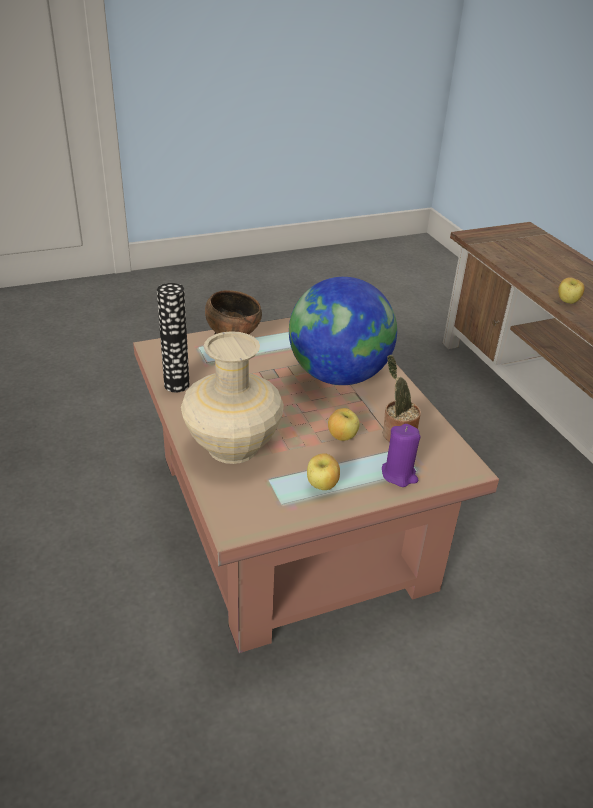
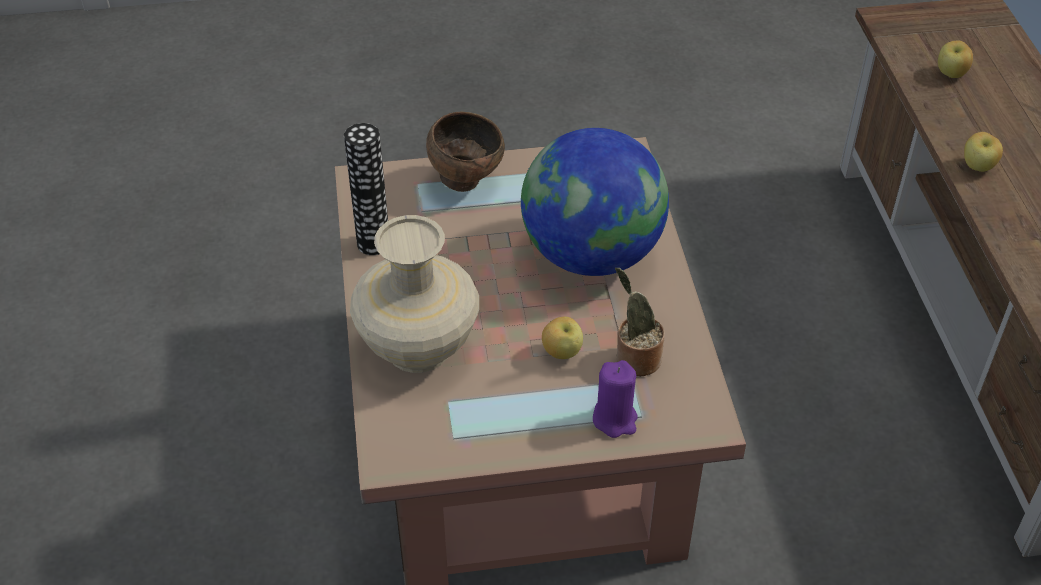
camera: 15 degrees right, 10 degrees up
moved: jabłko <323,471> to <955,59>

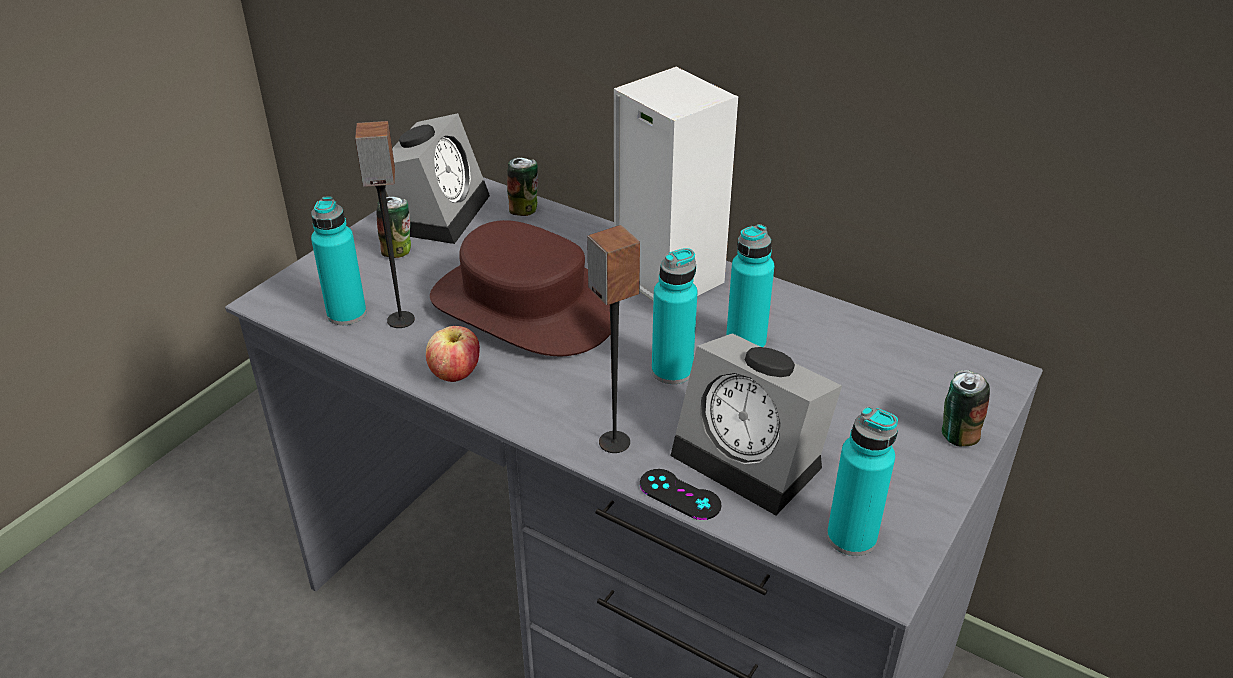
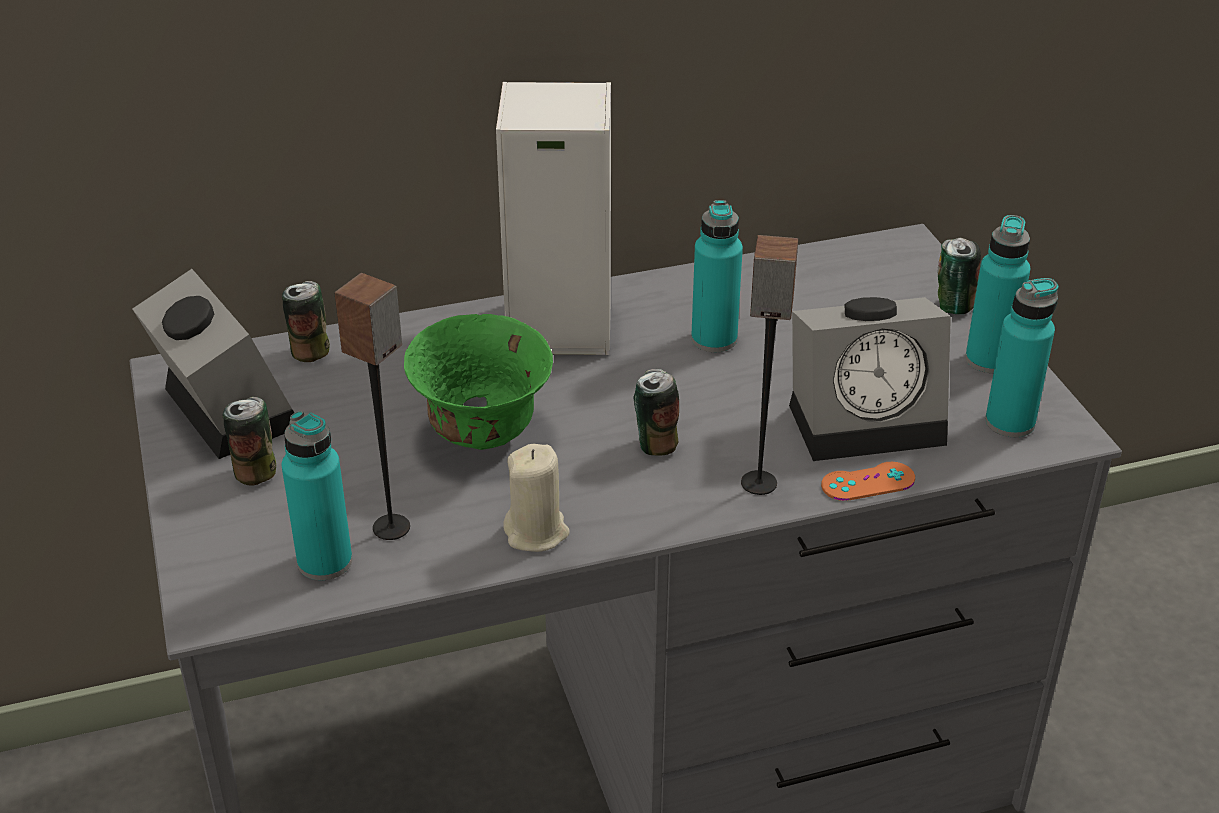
camera: 50 degrees left, 0 degrees up
added: puszka <656,412>
moved: butelka [turkusowy] <675,316> to <997,294>
replaced: jabłko <453,354> to świeca [beżowy] <537,498>; kapelusz [brązowy] <520,288> to miska [zielony] <478,382>
recoloured: pad do gier [czarny] <680,494> to pad do gier [pomarańczowy] <868,481>

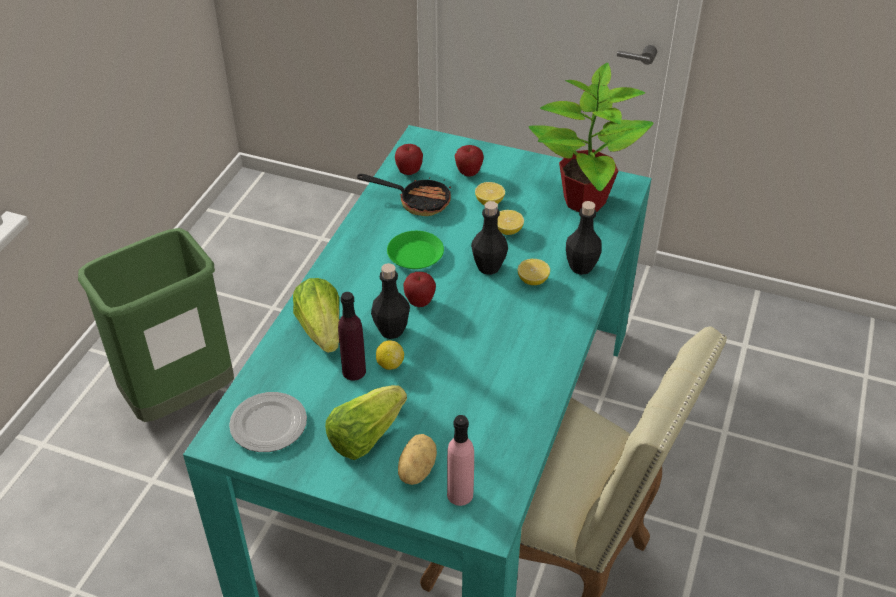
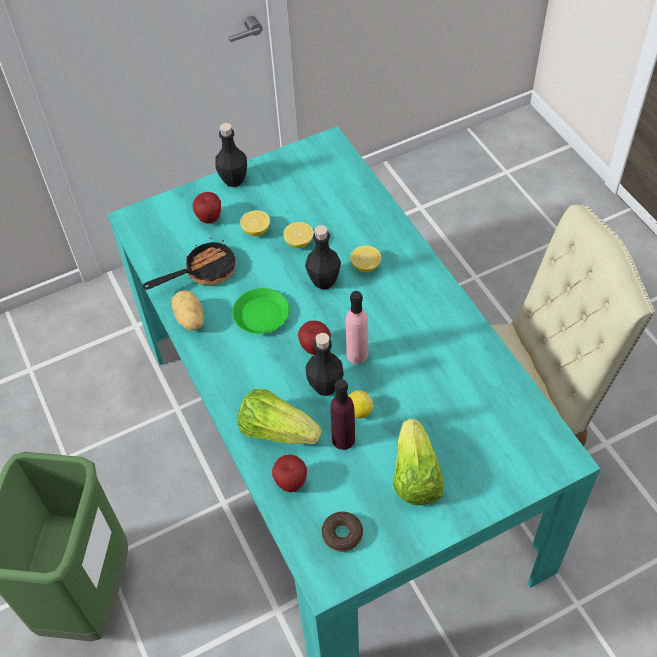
camera: 45 degrees left, 10 degrees up
removed: roślina doniczkowa <591,137>
moved: jabłko <409,159> to <289,473>; ziemniak <417,459> to <188,310>; butelka [różowy] <460,460> to <357,327>; butelka [czarny] <584,238> to <231,155>
replaced: talerz <268,422> to donut <342,532>

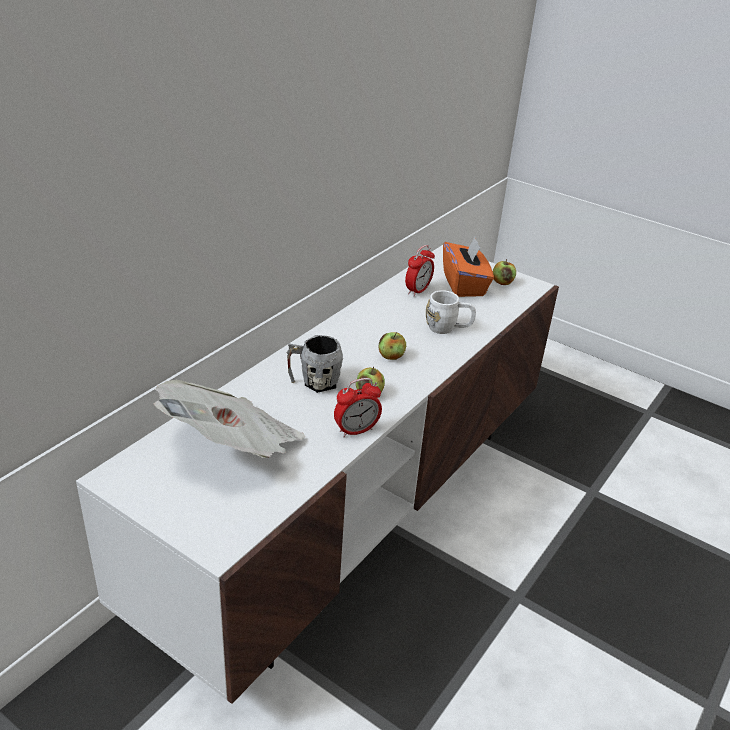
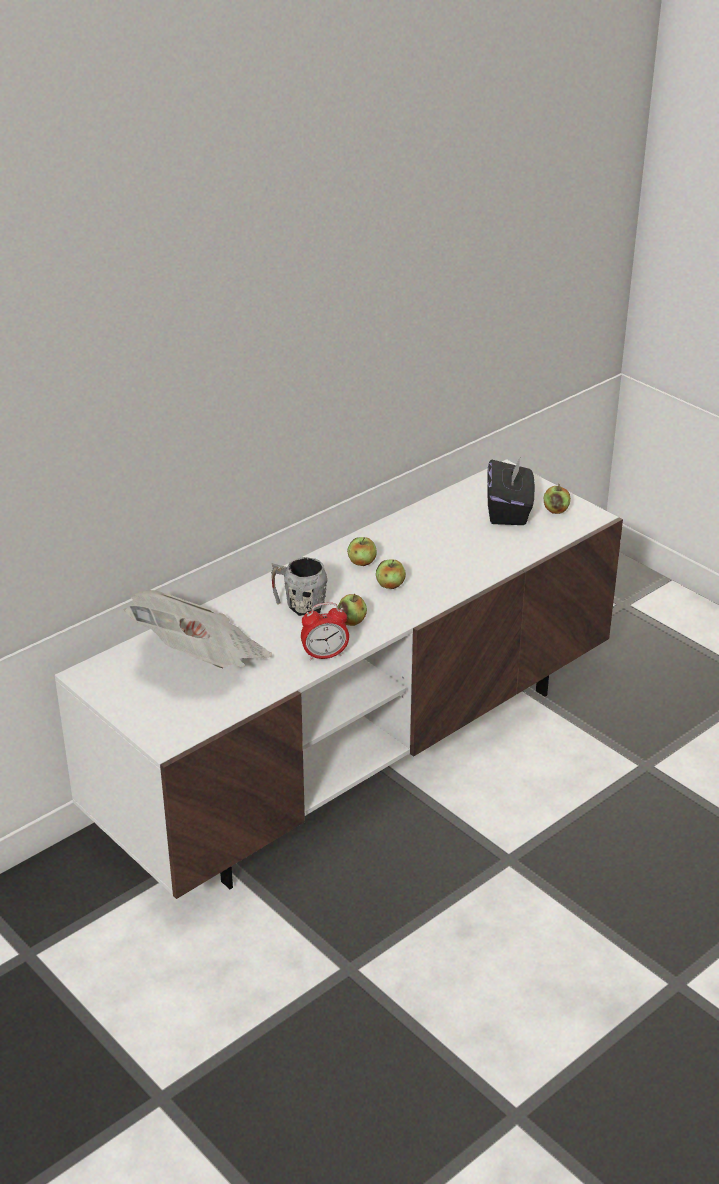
camera: 15 degrees right, 0 degrees up
removed: budzik <420,271>; kubek [biały] <451,312>
added: jabłko <362,551>
recoloured: pudełko chusteczek [pomarańczowy] <468,267> to pudełko chusteczek [czarny] <511,490>

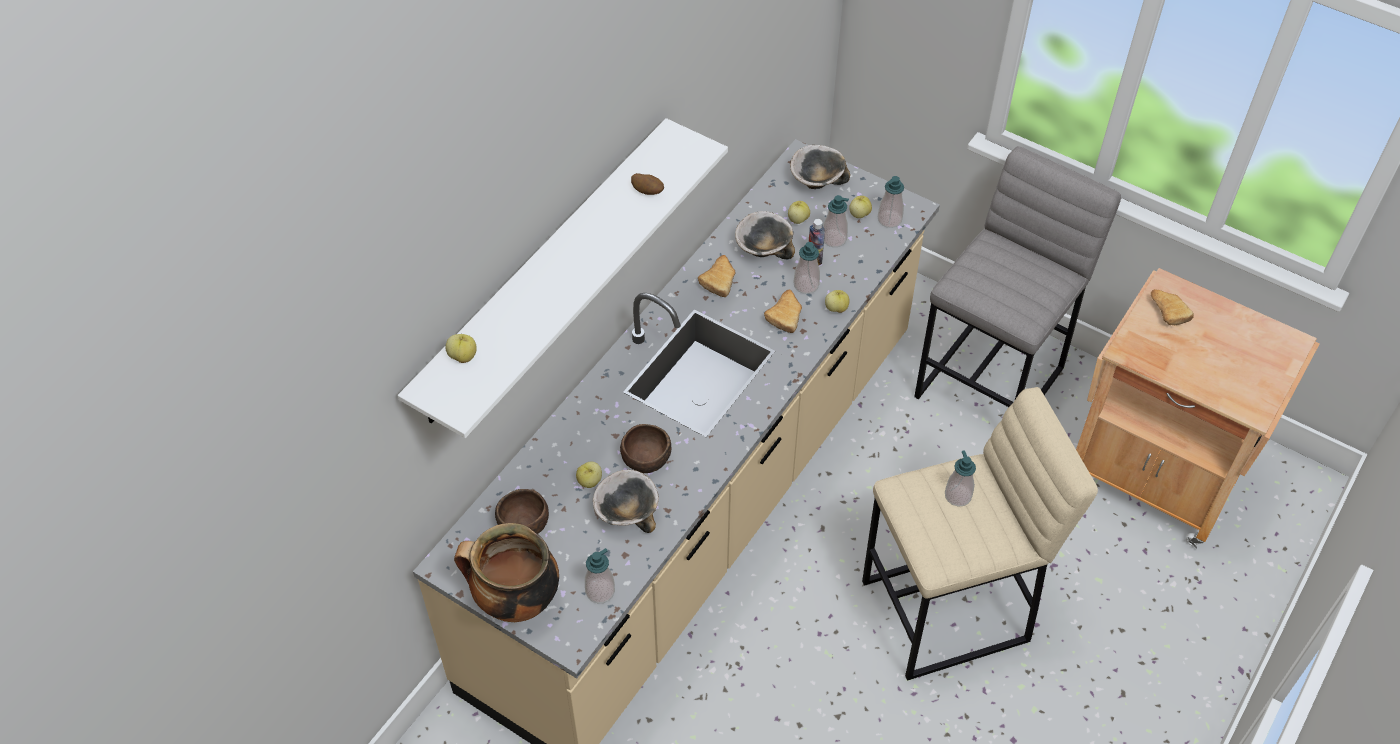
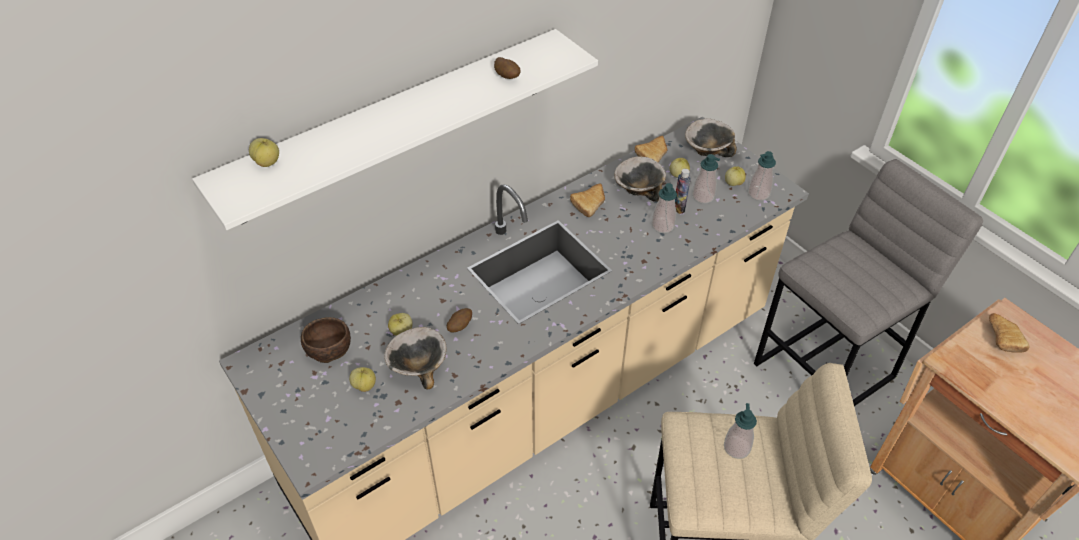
camera: 20 degrees right, 5 degrees down
removed: garnek <506,572>; dozownik mydła <600,575>
moved: chleb <783,311> to <651,149>; jabłko <837,301> to <362,379>
replaced: miska [brązowy] <645,448> to ziemniak <459,320>

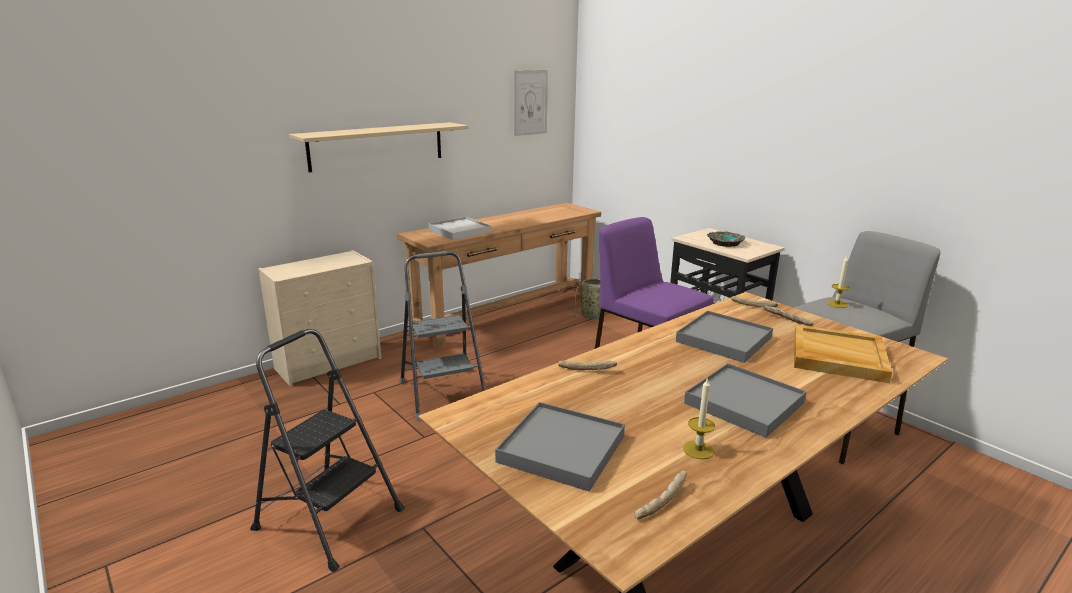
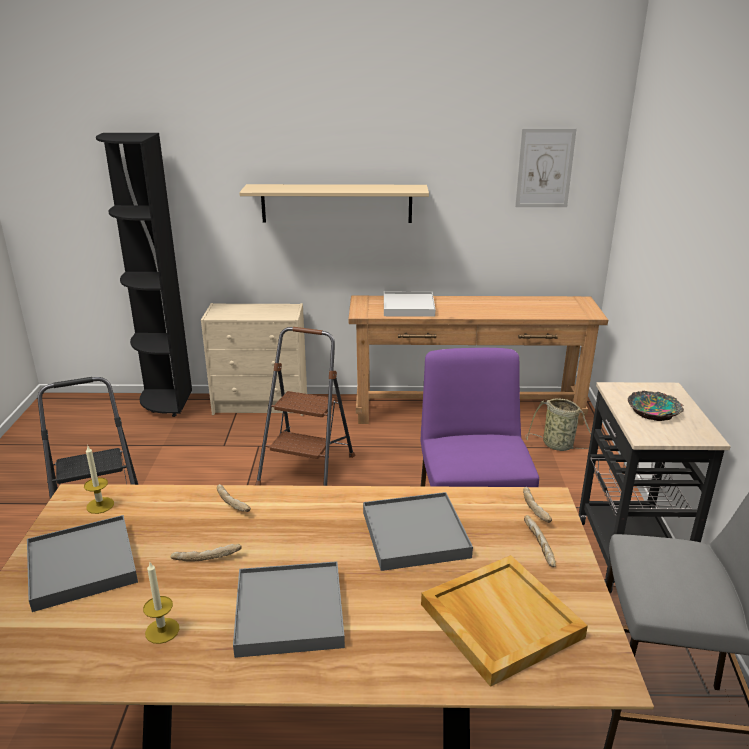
camera: 40 degrees right, 5 degrees up
added: regał [czarny] <144,275>
moved: chleb <660,494> to <206,552>; świeca <838,282> to <99,480>
recoloured: drabinka [szary] <442,336> to drabinka [brązowy] <305,406>

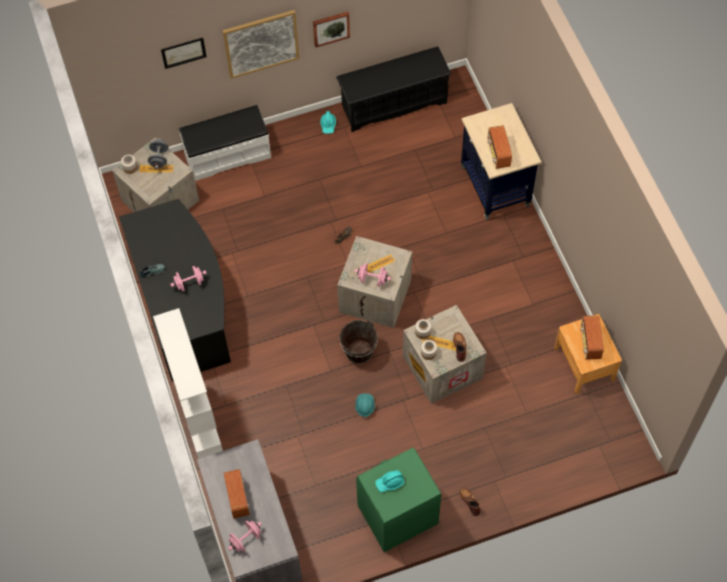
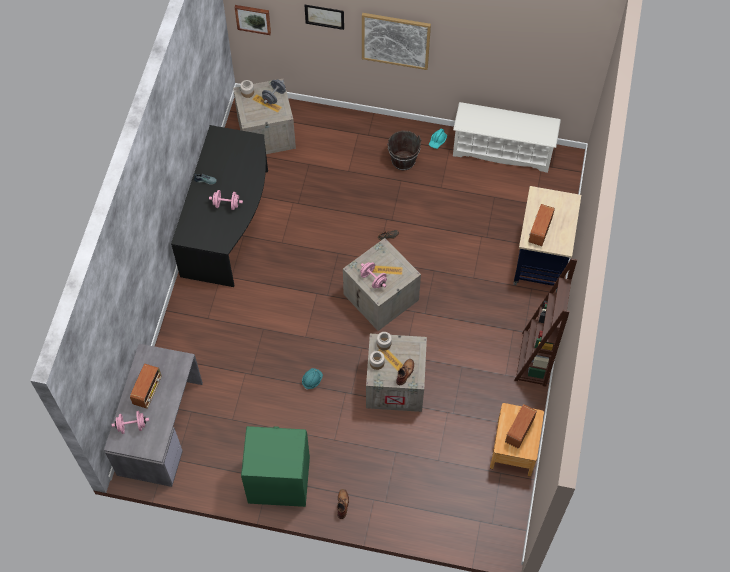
camera: 30 degrees right, 0 degrees up
removed: regał [biały] <188,383>; ławka [biały] <225,143>; kask [turkusowy] <389,481>
added: regał [brązowy] <545,322>
moved: obraz <331,29> to <253,20>; wiadro [brązowy] <358,341> to <404,151>
recoloured: regał na buty [czarny] <393,89> to regał na buty [biały] <507,137>

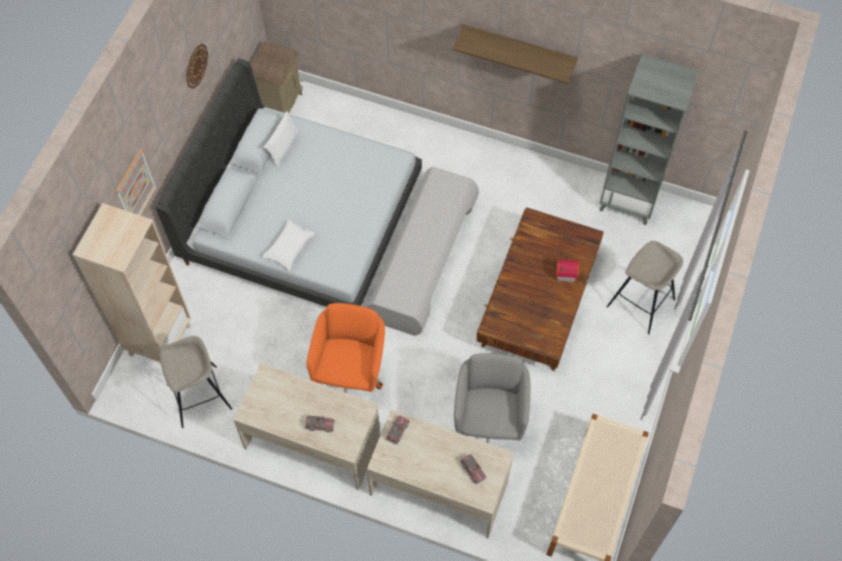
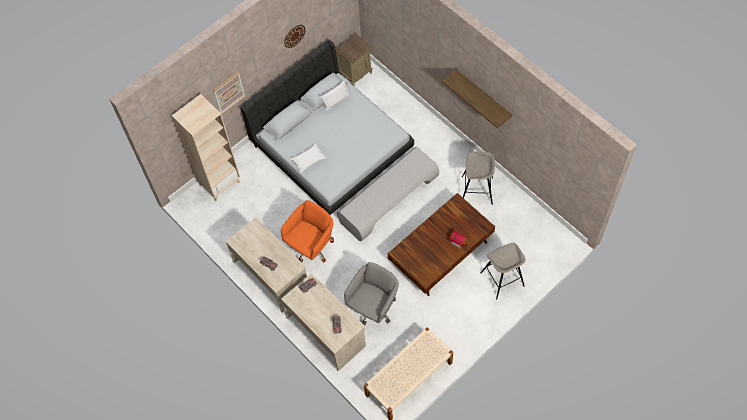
camera: 30 degrees right, 0 degrees up
removed: regał [szary] <649,139>
moved: stołek [szary] <196,382> to <478,178>

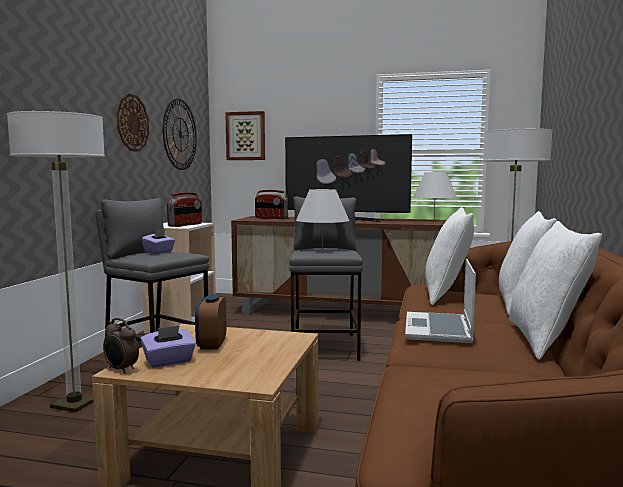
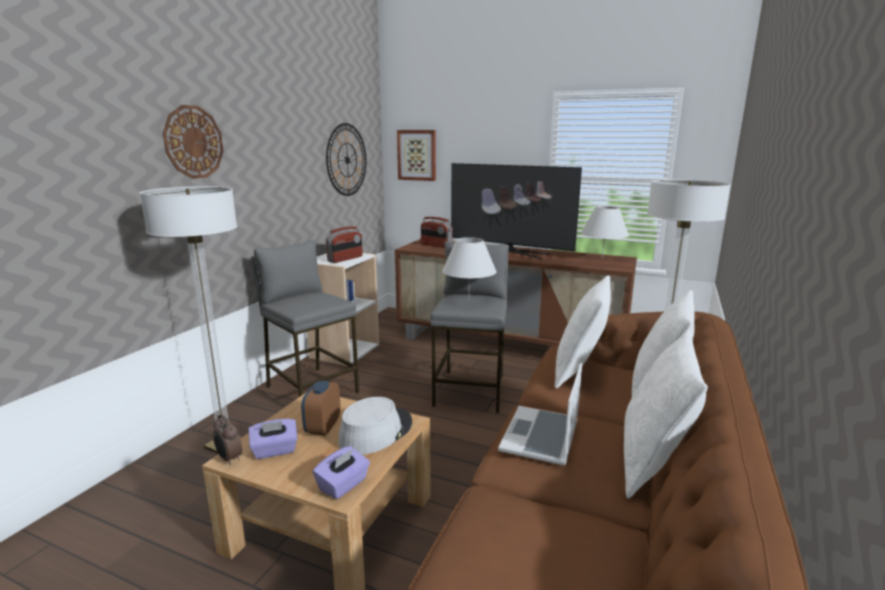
camera: 10 degrees right, 10 degrees up
added: kapelusz [szary] <375,425>
moved: zegar ścienny <133,123> to <193,142>; pudełko chusteczek [fioletowy] <158,241> to <341,472>

